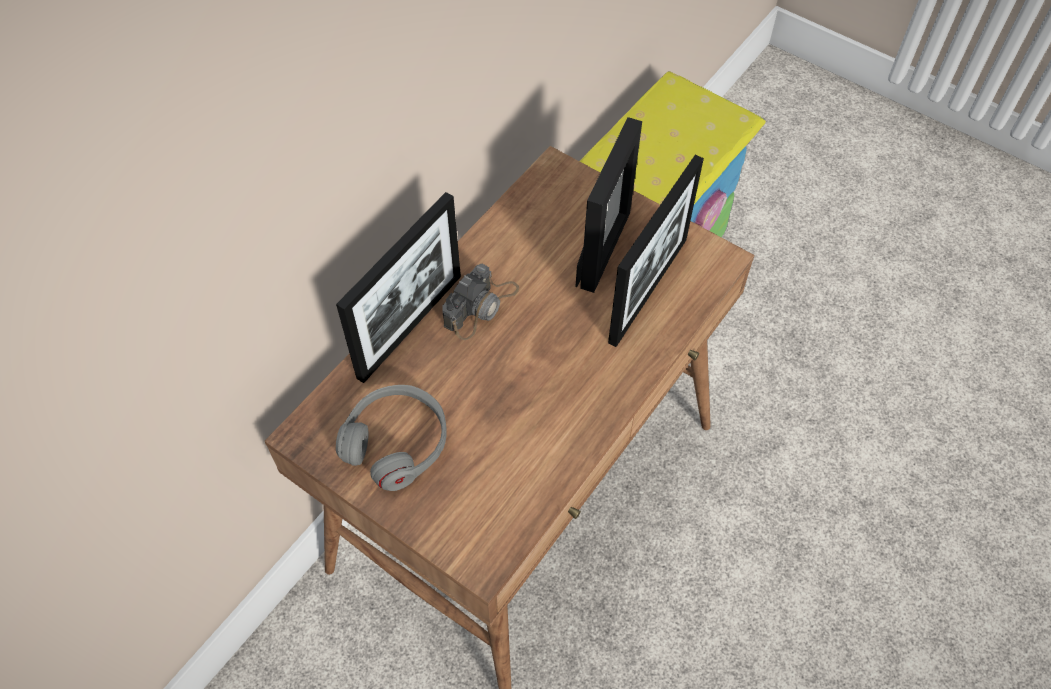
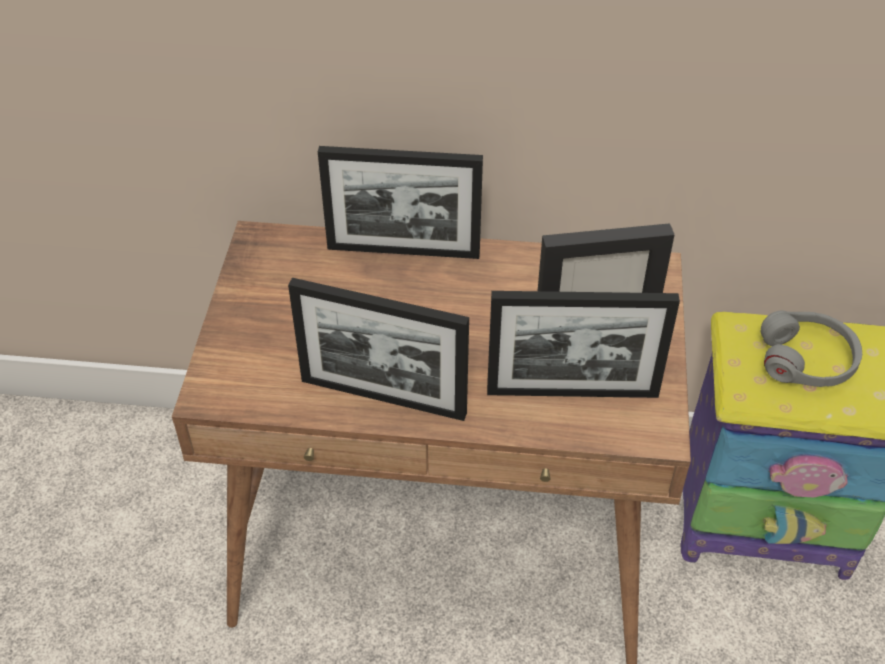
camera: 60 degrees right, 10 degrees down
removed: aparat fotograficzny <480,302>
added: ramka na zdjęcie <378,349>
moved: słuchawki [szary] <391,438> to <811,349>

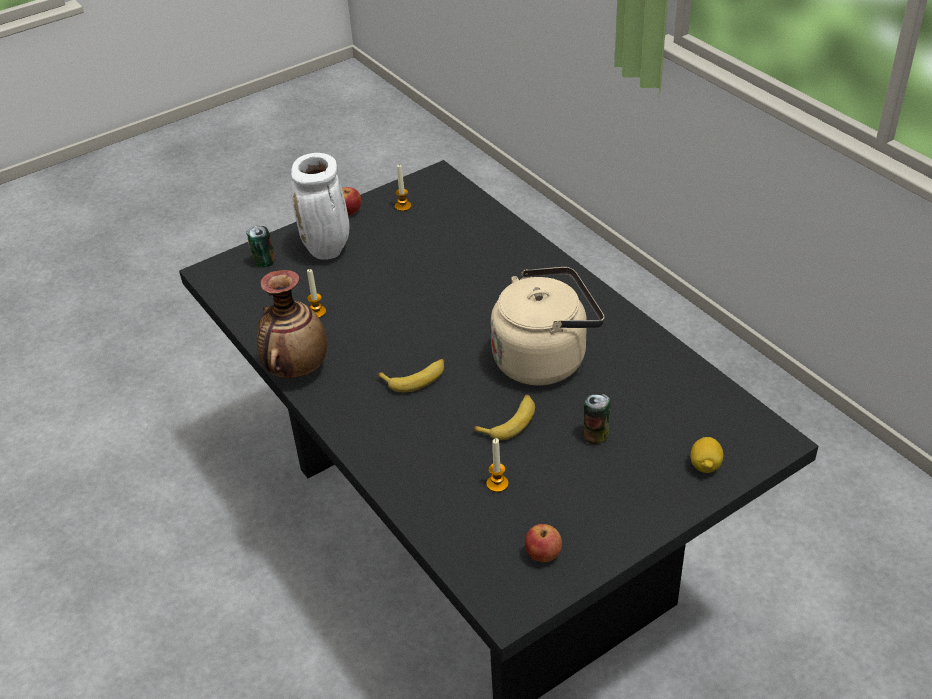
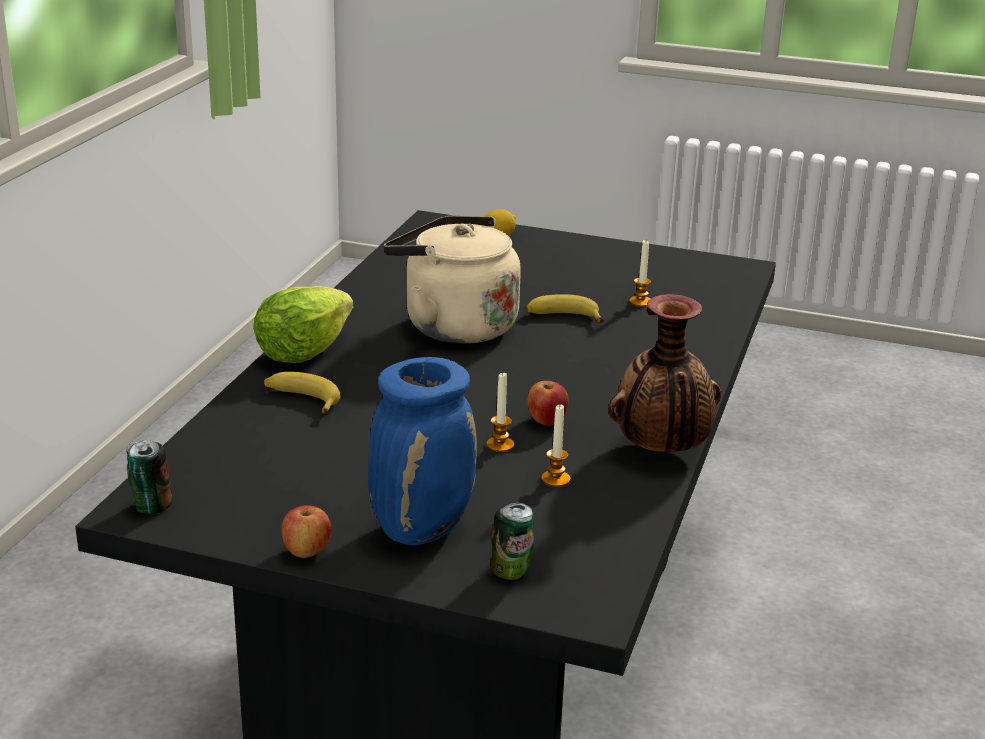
camera: 130 degrees left, 15 degrees down
added: sałata <303,324>
moved: banan <411,375> to <302,393>; świeca <403,188> to <500,412>; jabłko <543,543> to <548,403>; puszka <597,419> to <149,477>
recoloured: wazon [biały] <320,206> to wazon [niebieski] <422,451>

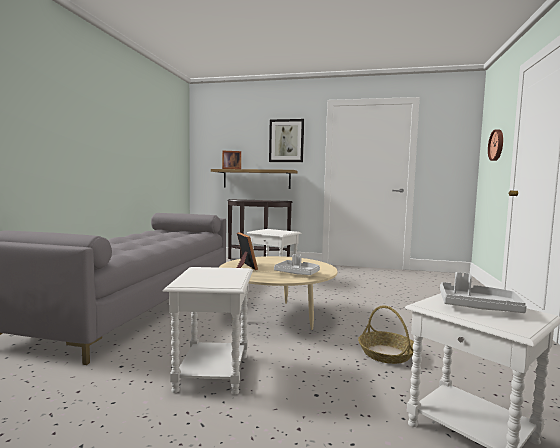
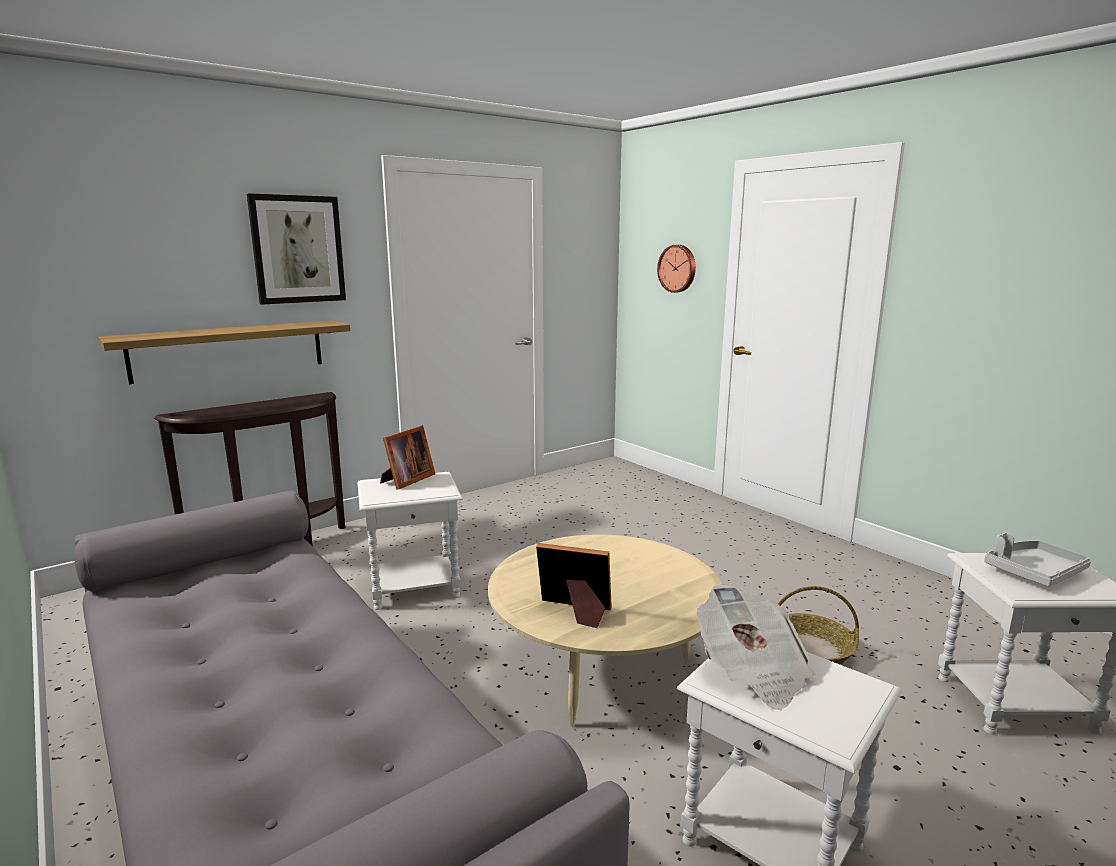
camera: 50 degrees left, 10 degrees up
removed: taca [szary] <297,264>
added: gazeta <755,647>
moved: ramka na zdjęcie <231,160> to <407,457>

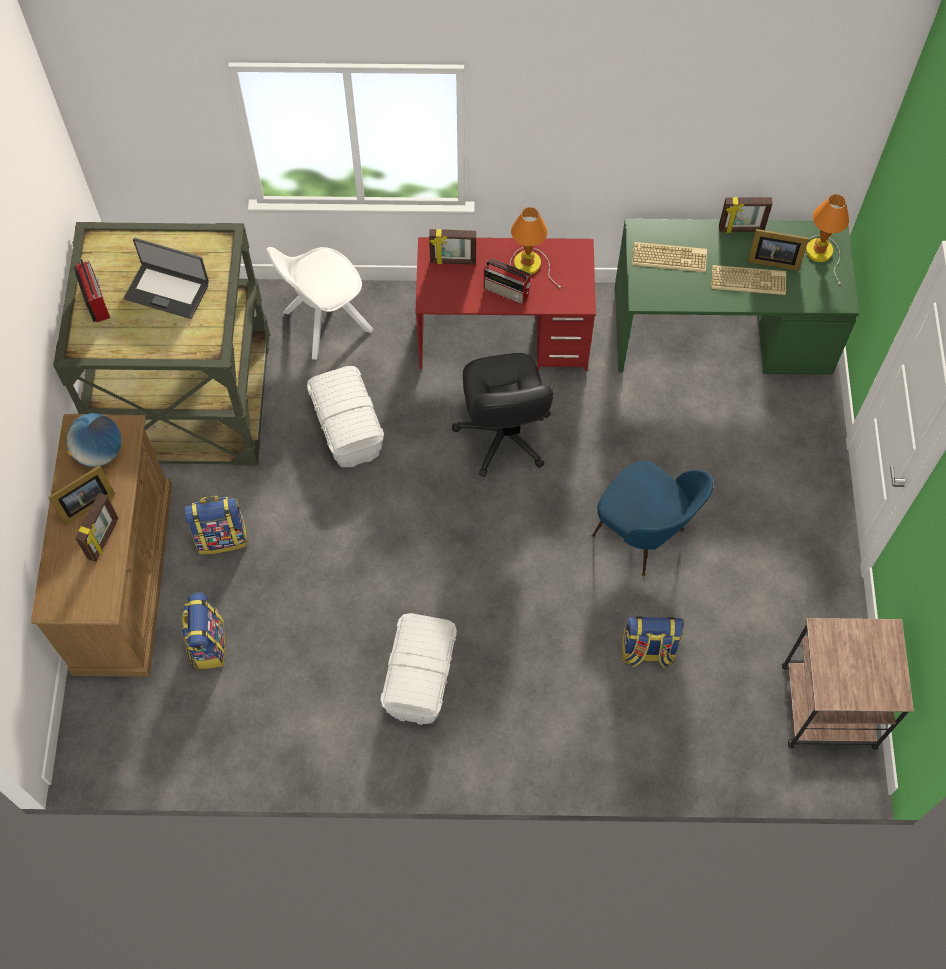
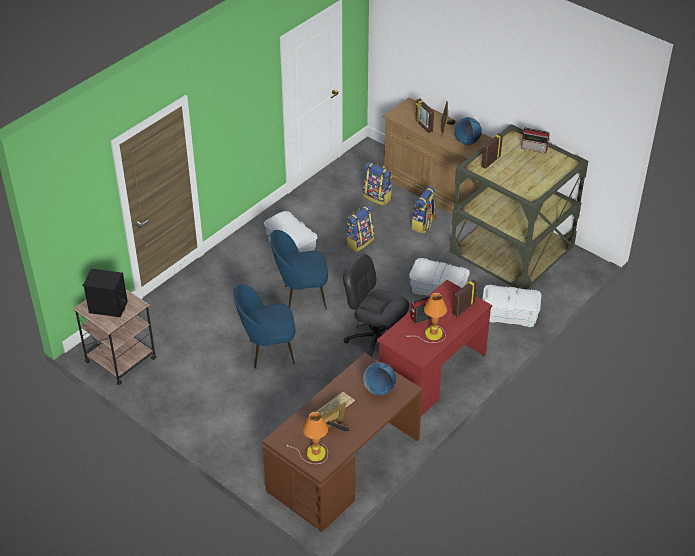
camera: 130 degrees right, 20 degrees down
removed: laptop <166,278>
added: głośnik [czarny] <105,293>; krzesło [niebieski] <299,270>
moved: plecak <652,642> to <360,228>; ramka na zdjęcie <746,215> to <492,151>
replaced: krzesło [biały] <320,303> to pojemnik do przechowywania [biały] <511,306>; klawiatura <669,257> to globus <379,378>
recoloured: biurko [zielony] <737,297> to biurko [brązowy] <342,442>

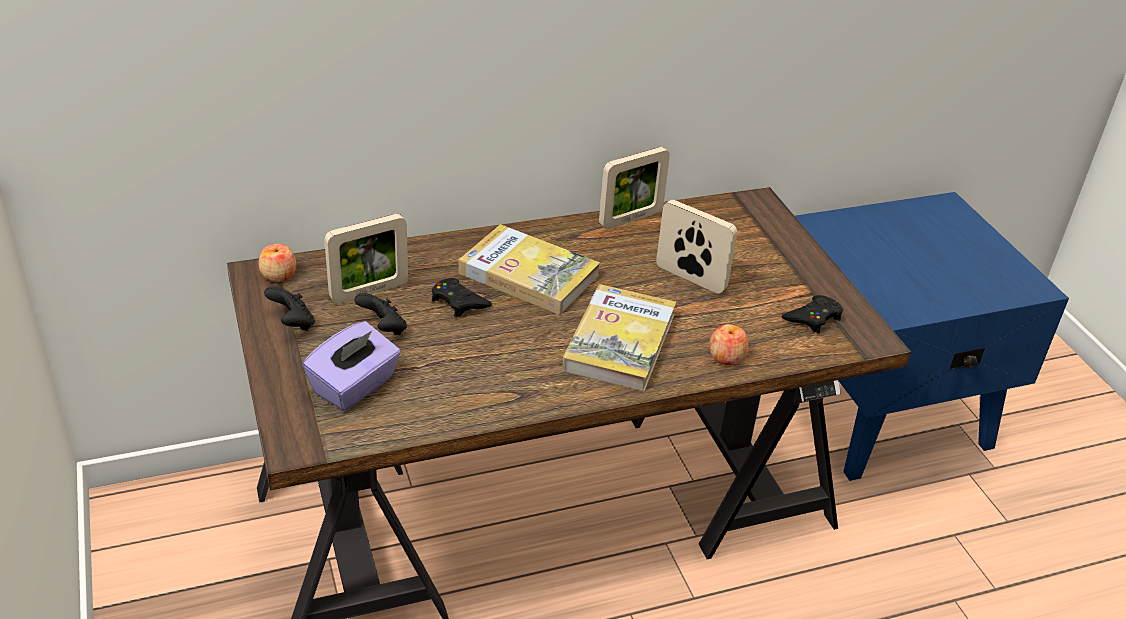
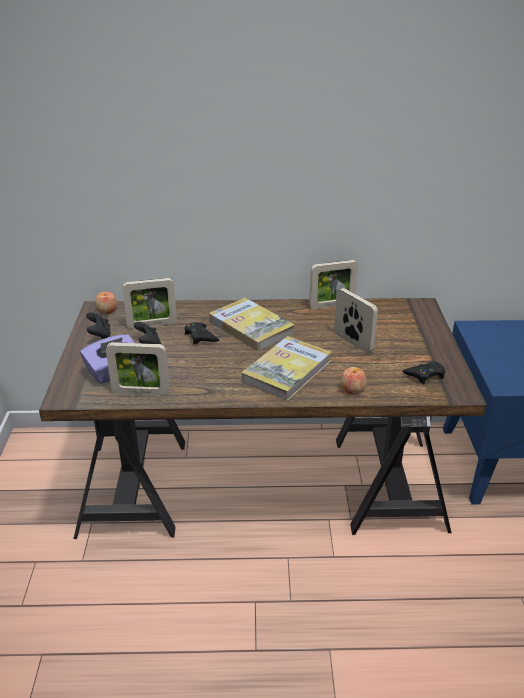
camera: 20 degrees right, 5 degrees down
added: ramka na zdjęcie <138,369>

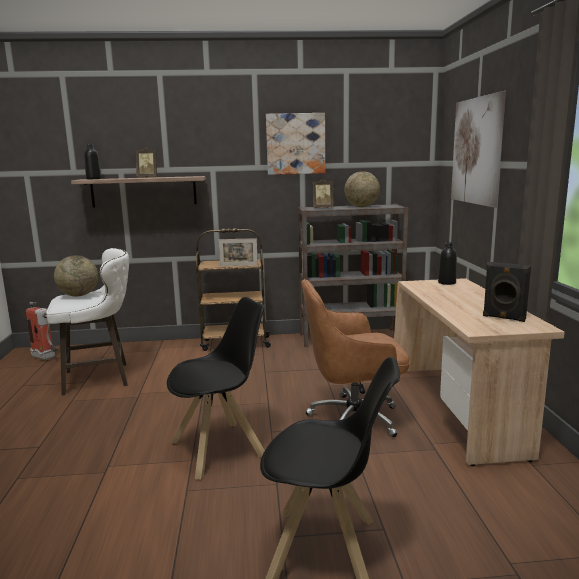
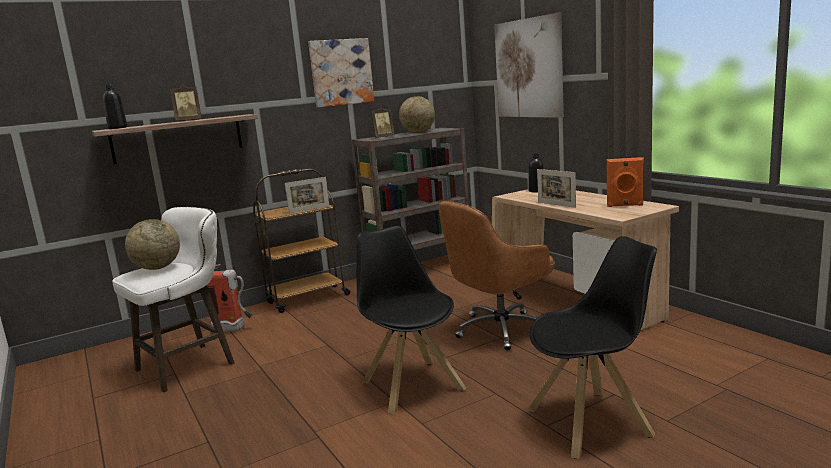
camera: 25 degrees left, 0 degrees up
added: ramka na zdjęcie <556,188>
moved: gaśnica <41,331> to <230,298>
recoloured: głośnik [czarny] <507,292> to głośnik [pomarańczowy] <625,182>
turned: krzesło [czarny] <216,388> = <411,320> 60 degrees counterclockwise

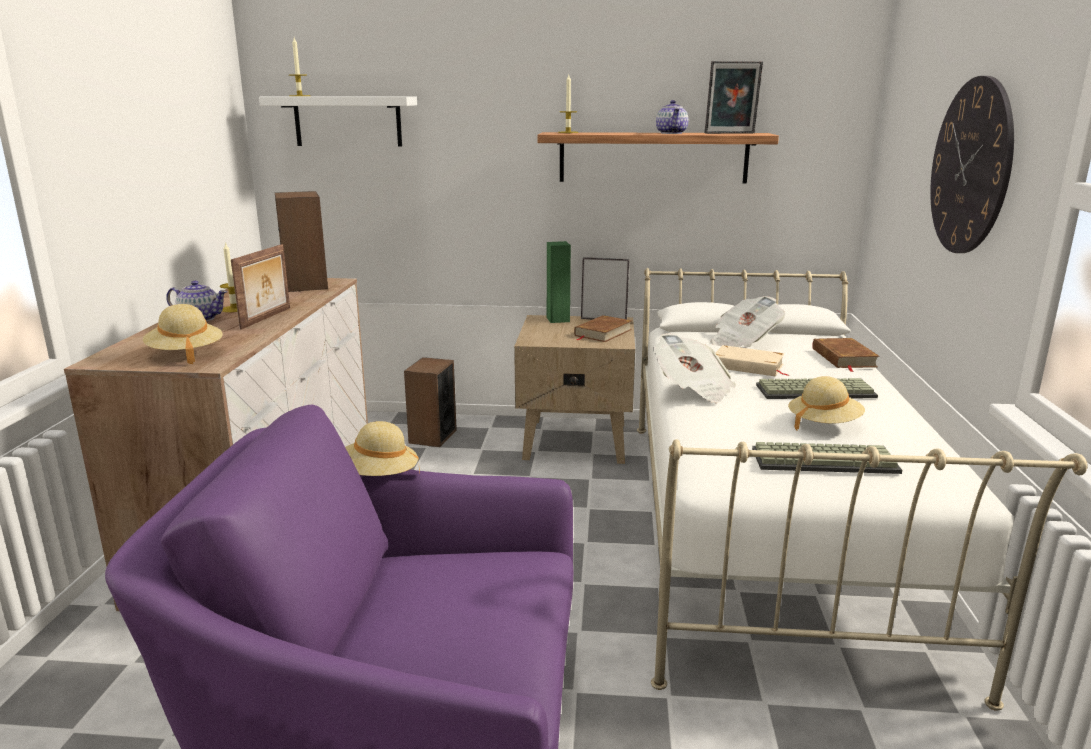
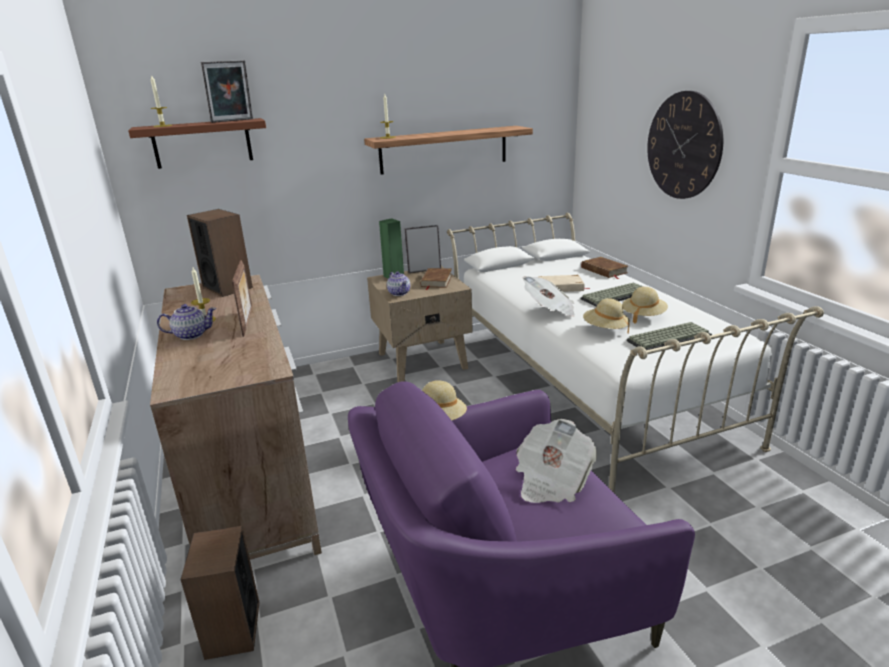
camera: 25 degrees left, 5 degrees up
moved: kapelusz [beżowy] <183,334> to <606,316>; głośnik <430,402> to <220,593>; imbryk <672,117> to <398,283>; ramka na zdjęcie <734,97> to <227,91>; gazeta <747,321> to <557,461>
recoloured: półka [biały] <338,122> to półka [brązowy] <197,143>

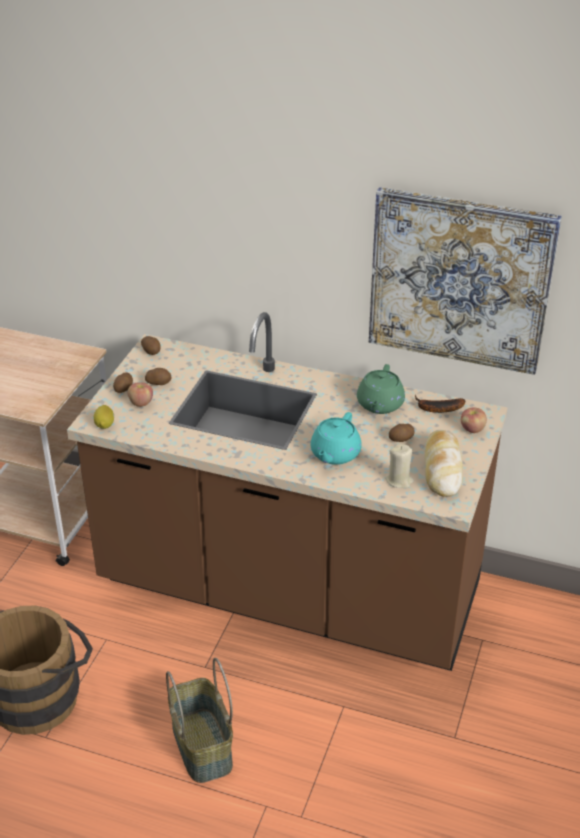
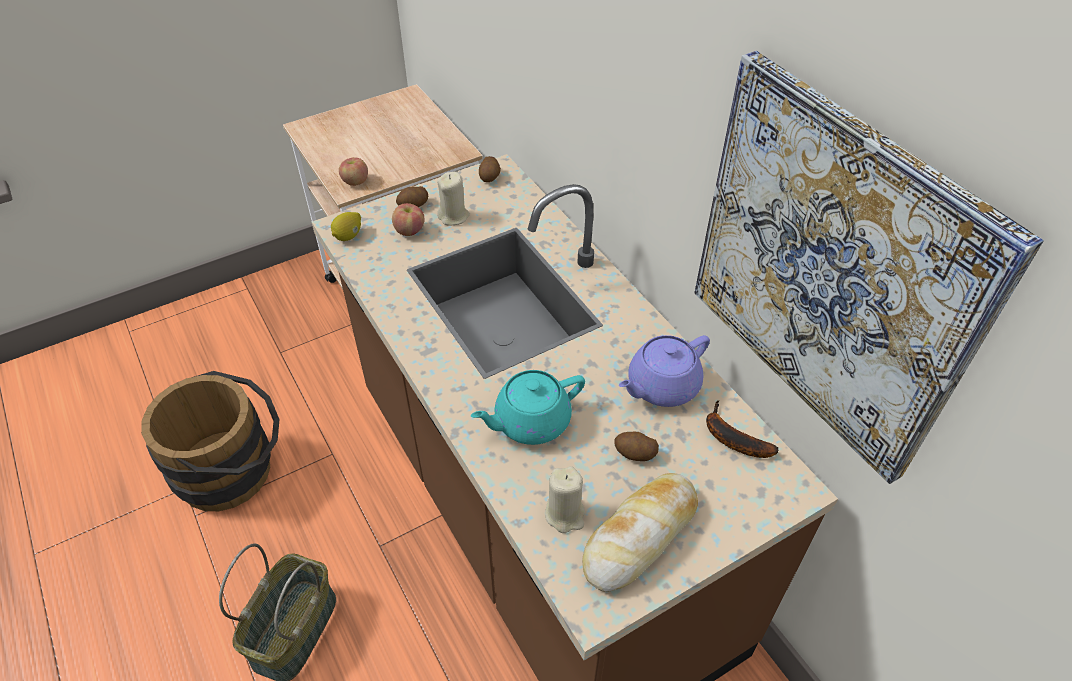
camera: 40 degrees right, 10 degrees up
moved: jabłko <474,420> to <353,171>
replaced: ziemniak <158,376> to świeca [beżowy] <453,198>
recoloured: imbryk [zielony] <381,389> to imbryk [fioletowy] <664,371>

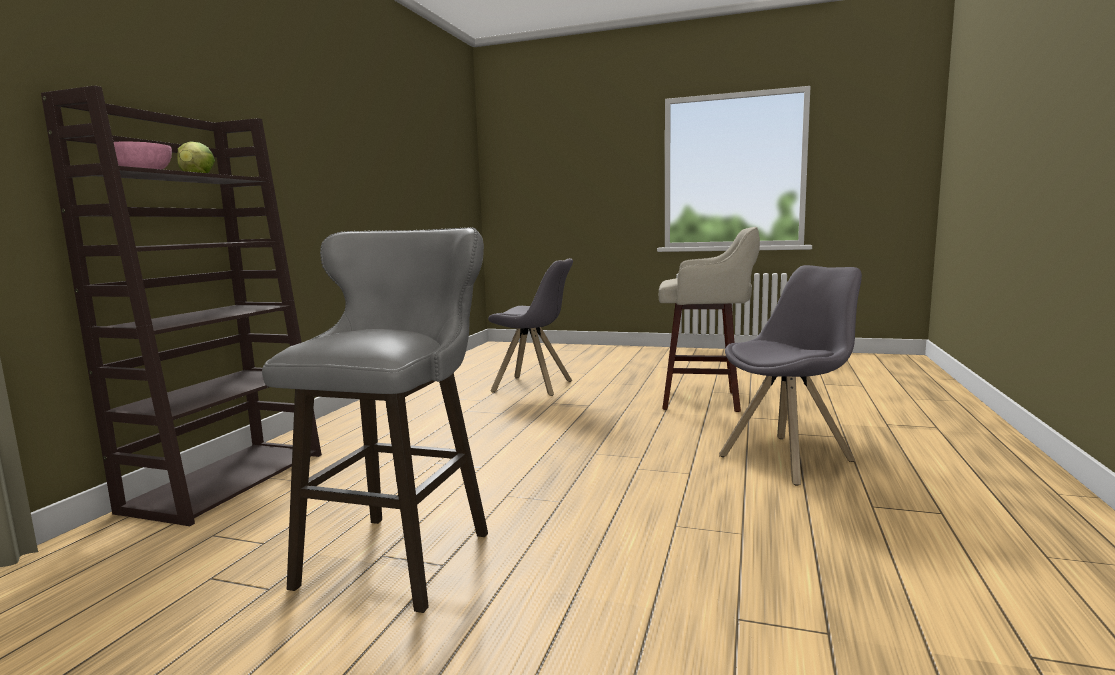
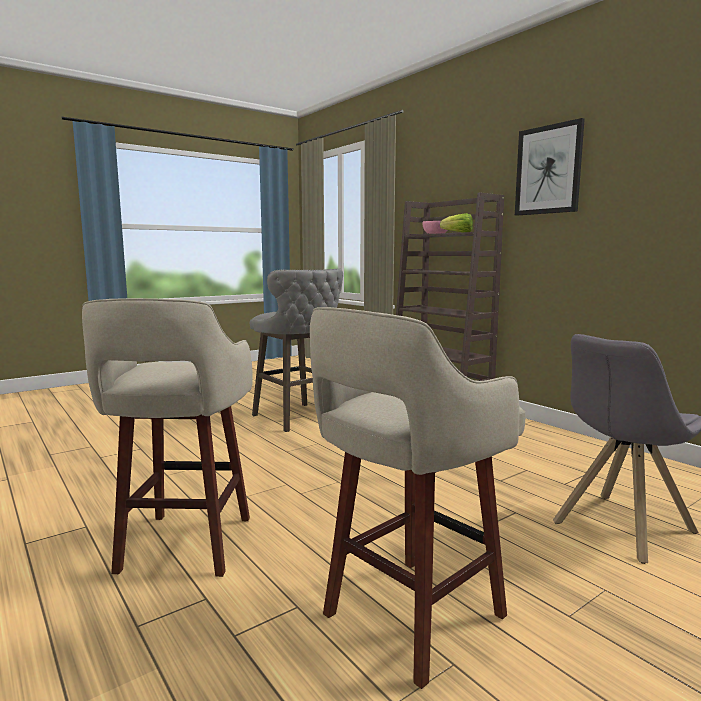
camera: 125 degrees right, 0 degrees up
added: obraz <550,167>
replaced: krzesło [szary] <790,375> to stołek [beżowy] <167,437>

